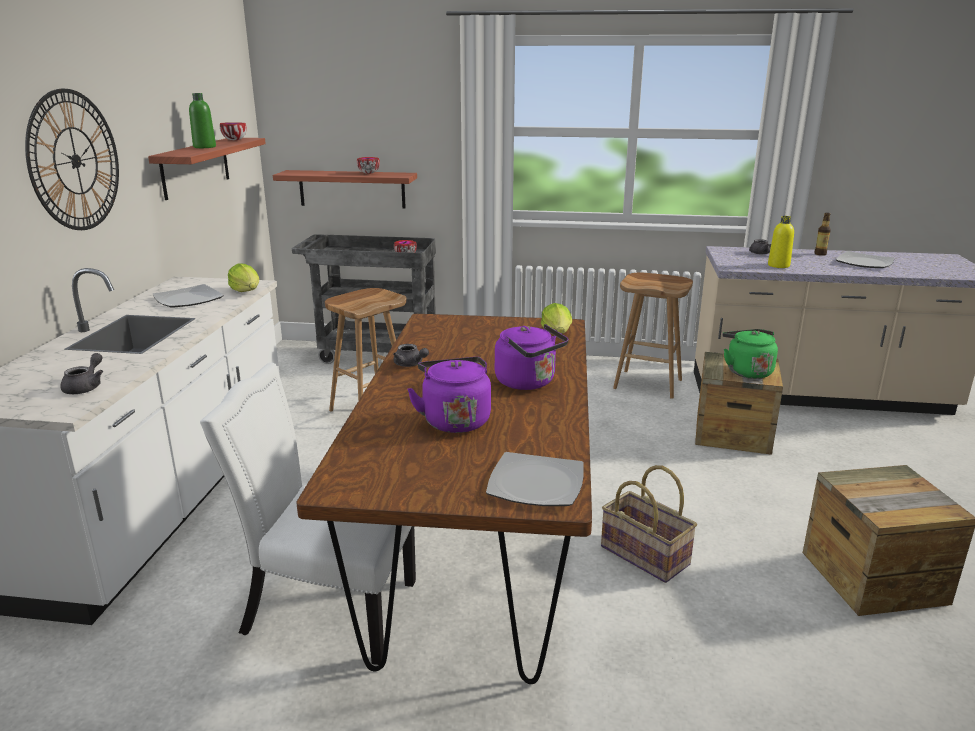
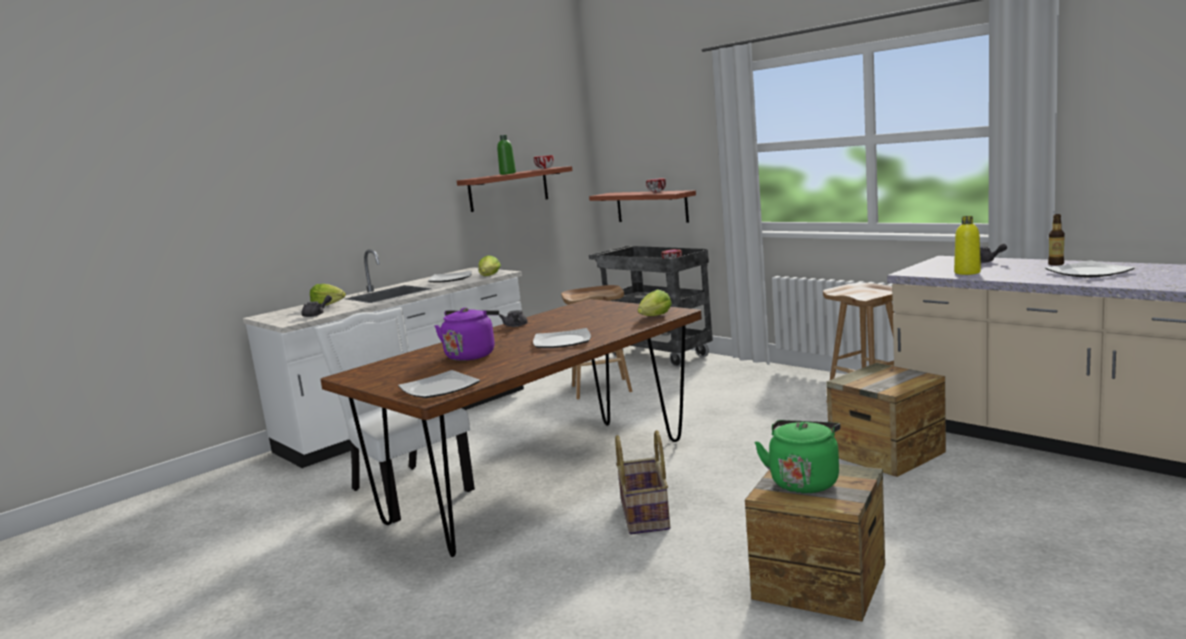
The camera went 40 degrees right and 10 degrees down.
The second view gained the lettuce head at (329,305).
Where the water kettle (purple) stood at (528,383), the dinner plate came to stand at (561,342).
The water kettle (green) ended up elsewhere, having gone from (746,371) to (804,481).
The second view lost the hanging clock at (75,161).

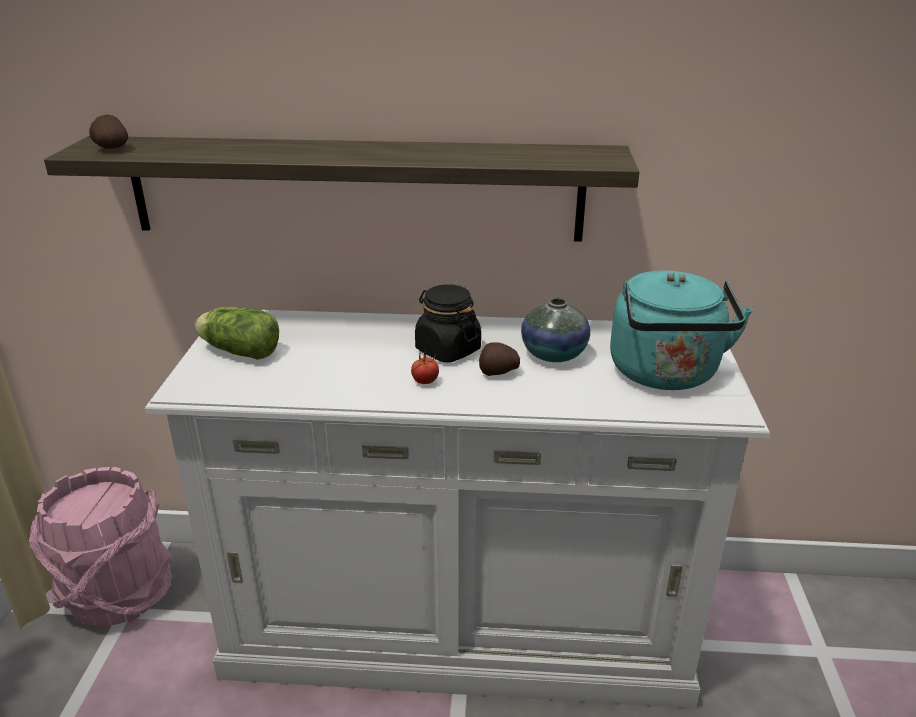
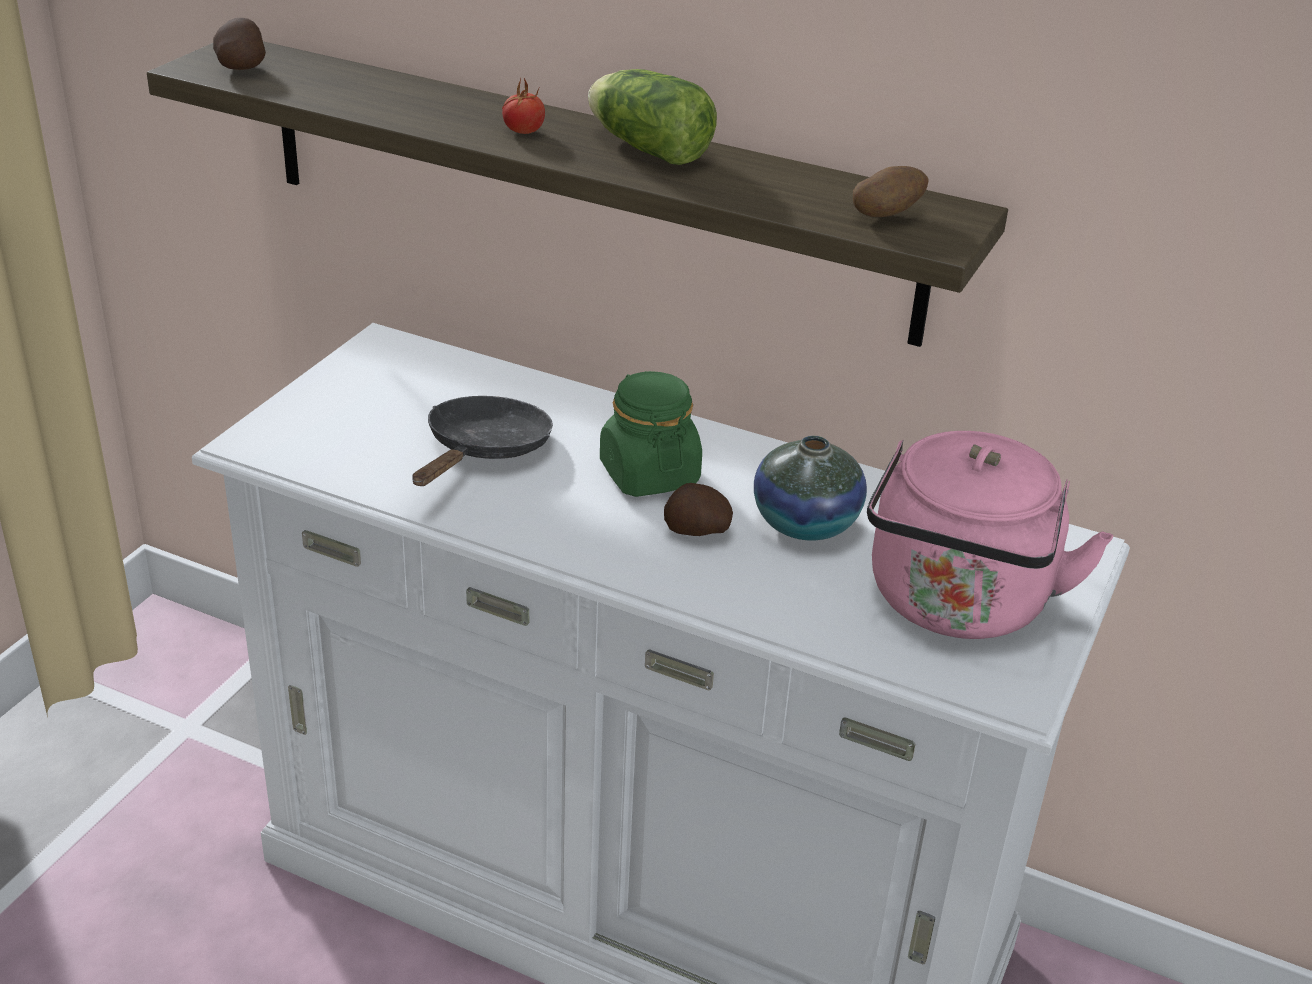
The camera went 20 degrees right and 5 degrees up.
The second view gained the pan (black) at (484,451).
The tomato ended up elsewhere, having gone from (425,382) to (523,131).
The lettuce head ended up elsewhere, having gone from (238,351) to (645,147).
What was the jar (black) at (447,350) turned into the jar (green) at (648,474).
The second view gained the whole potato at (886,215).
What was the water kettle (turquoise-coloured) at (666,375) turned into the water kettle (pink) at (957,606).
The second view lost the water bucket (pink) at (119,593).

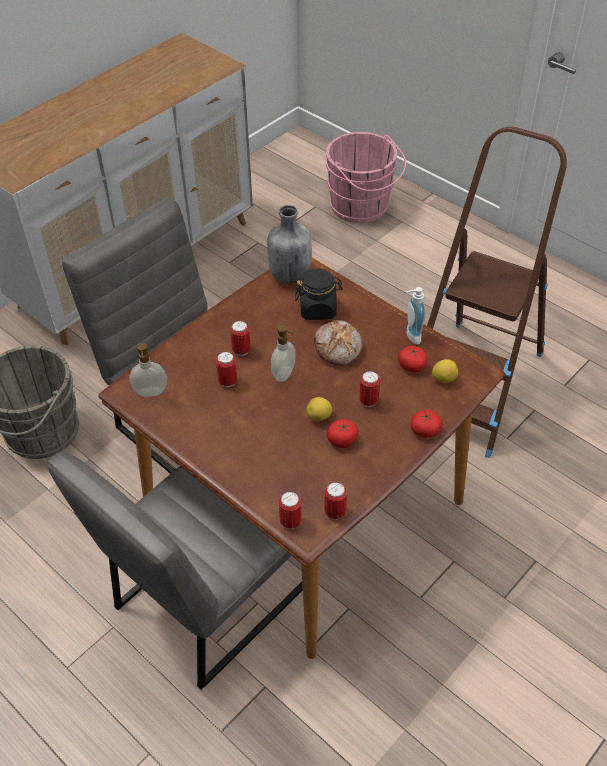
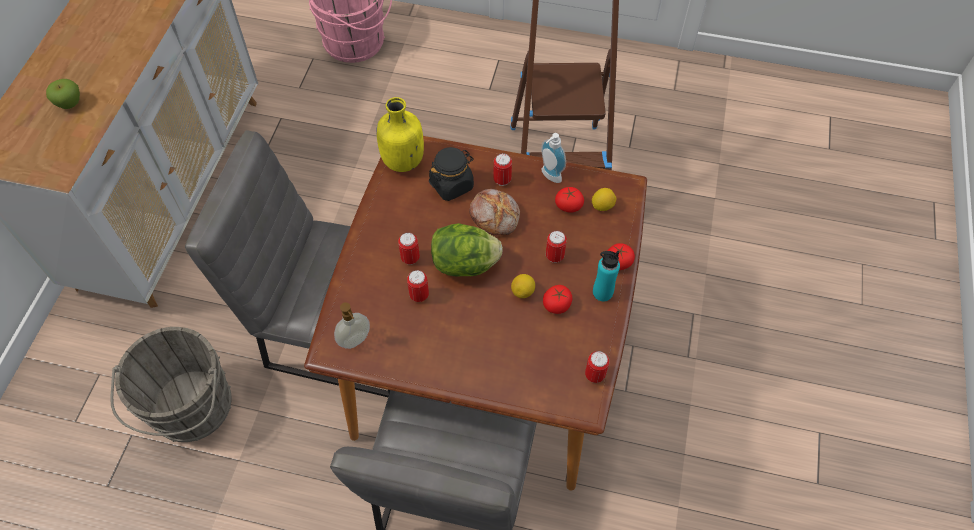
The camera went 30 degrees left and 10 degrees up.
The second view gained the apple at (70,104).
What was the beverage bottle (gray) at (289,275) turned into the beverage bottle (yellowish) at (402,161).
Where the soap dispenser stood at (284,374), the lettuce head came to stand at (465,264).
The can ended up elsewhere, having gone from (290,522) to (502,180).
The second view gained the beverage bottle (turquoise-coloured) at (602,292).

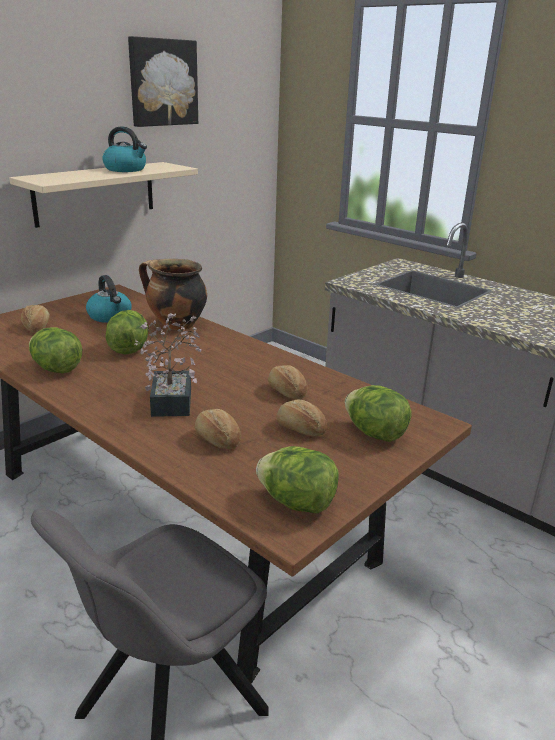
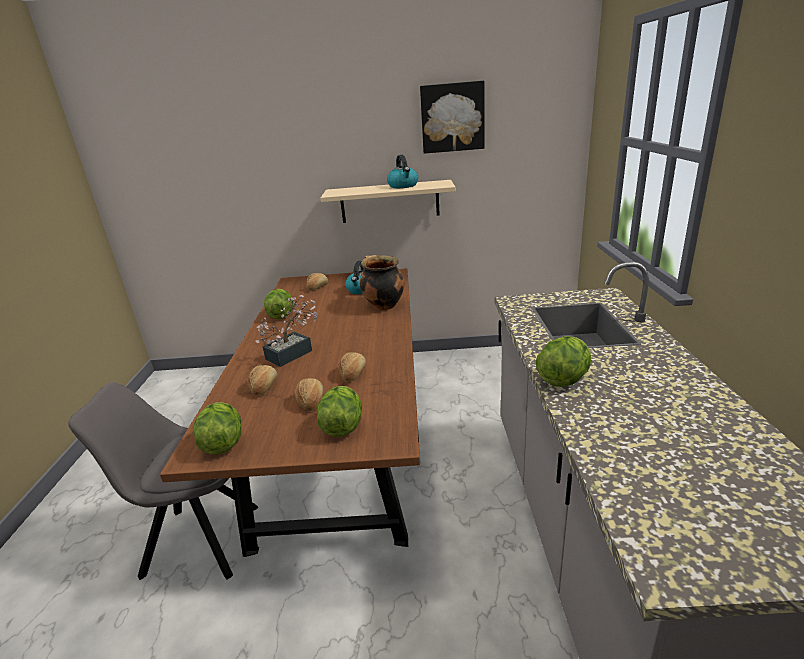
The camera went 50 degrees right and 0 degrees up.
The lettuce head ended up elsewhere, having gone from (129,349) to (563,379).

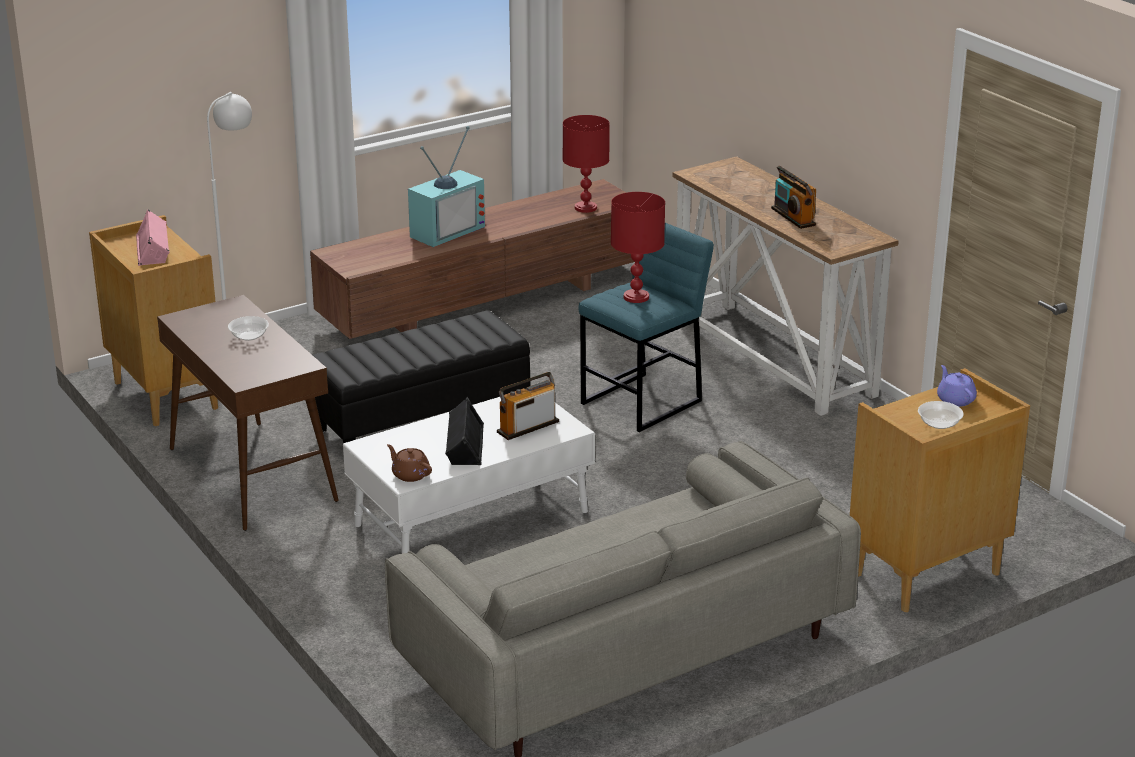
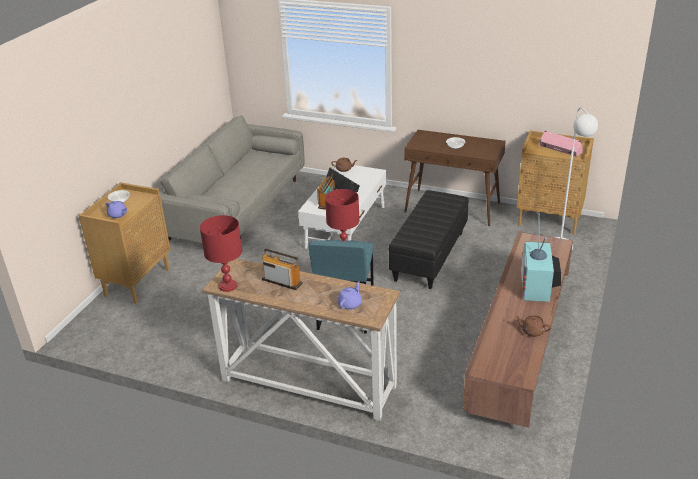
The camera went 145 degrees right and 5 degrees up.
The lamp for a table (red) ended up elsewhere, having gone from (585,208) to (228,286).
The second view gained the tea pot (purple) at (350,304).
The second view gained the tea pot (brownish) at (532,331).

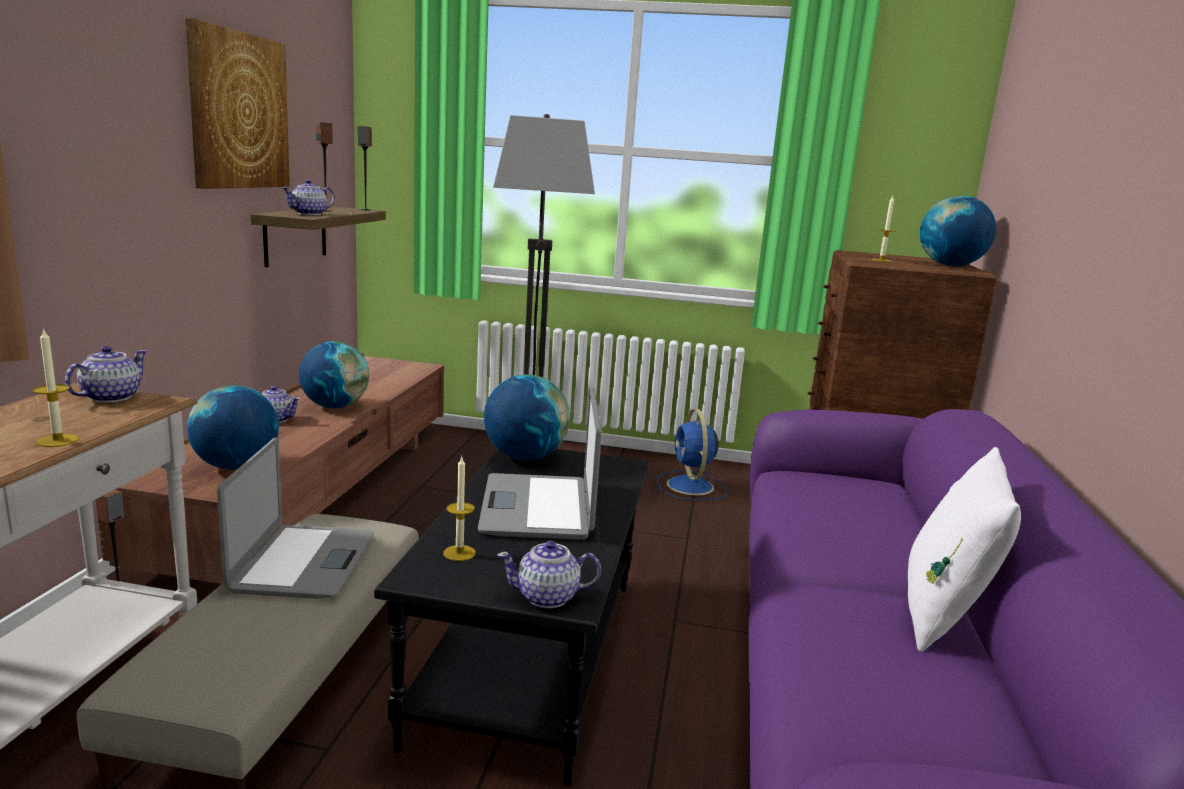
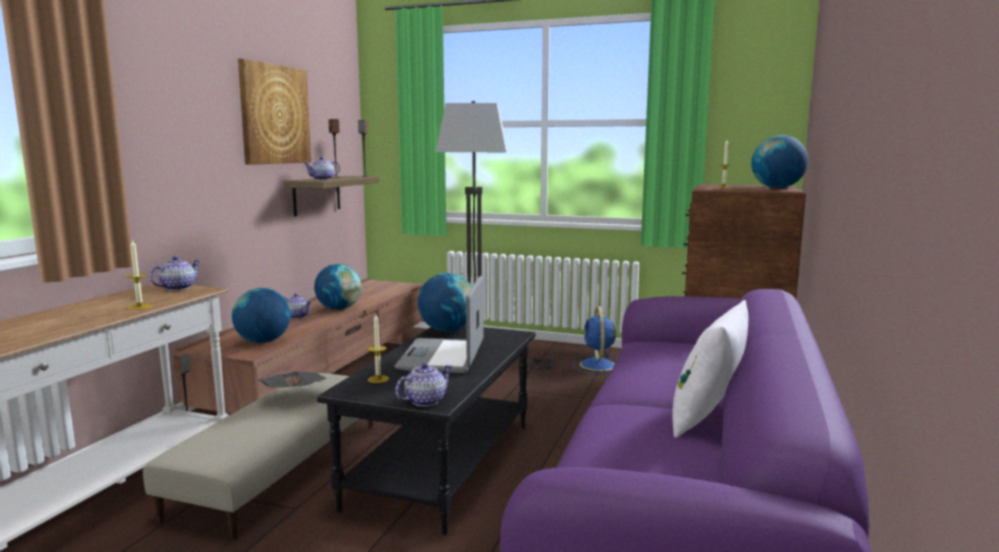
The camera went 10 degrees right and 5 degrees down.
Where the notebook computer stood at (302,562), the daily paper came to stand at (294,397).
The tea pot at (548,597) ended up facing another way, 135 degrees clockwise from before.

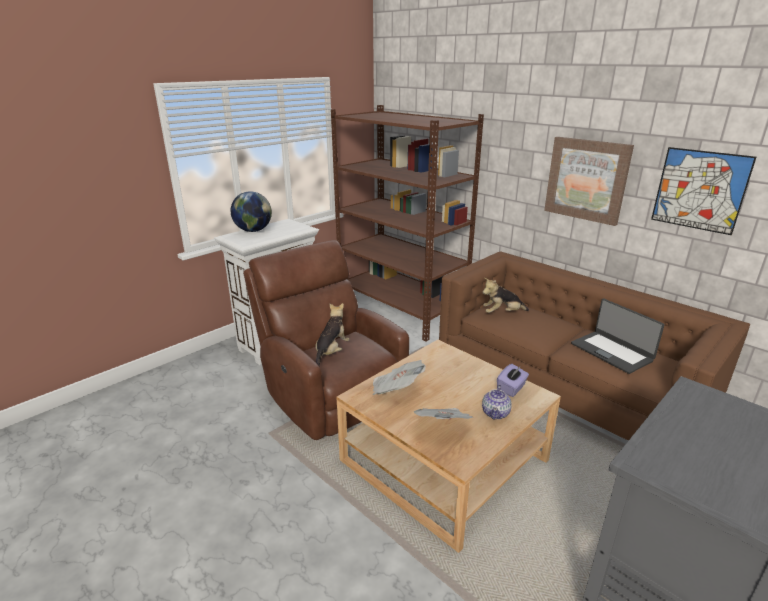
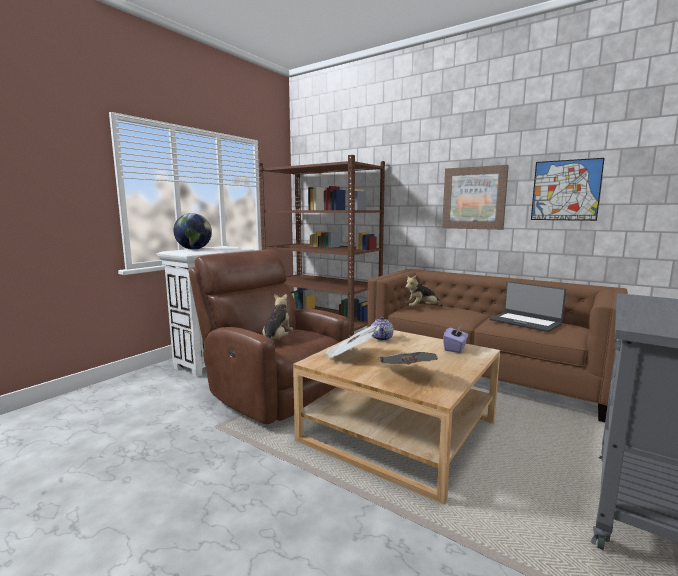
The camera went 10 degrees left and 15 degrees down.
The tea pot ended up elsewhere, having gone from (496,413) to (382,338).

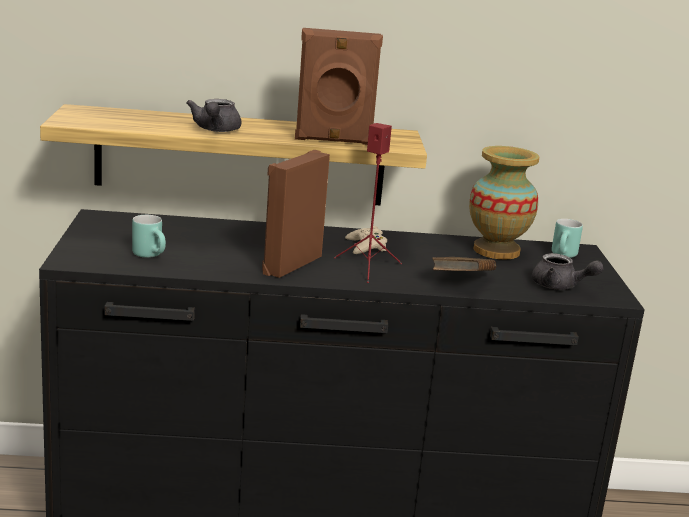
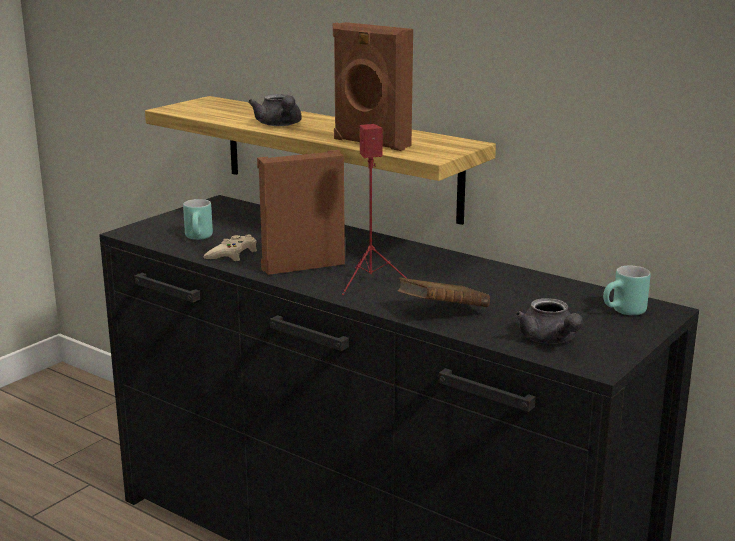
The camera went 40 degrees right and 0 degrees up.
The gamepad (beige) ended up elsewhere, having gone from (366,246) to (232,254).
The tea pot (gray) at (215,130) ended up facing another way, 60 degrees counterclockwise from before.
The second view lost the vase at (496,251).

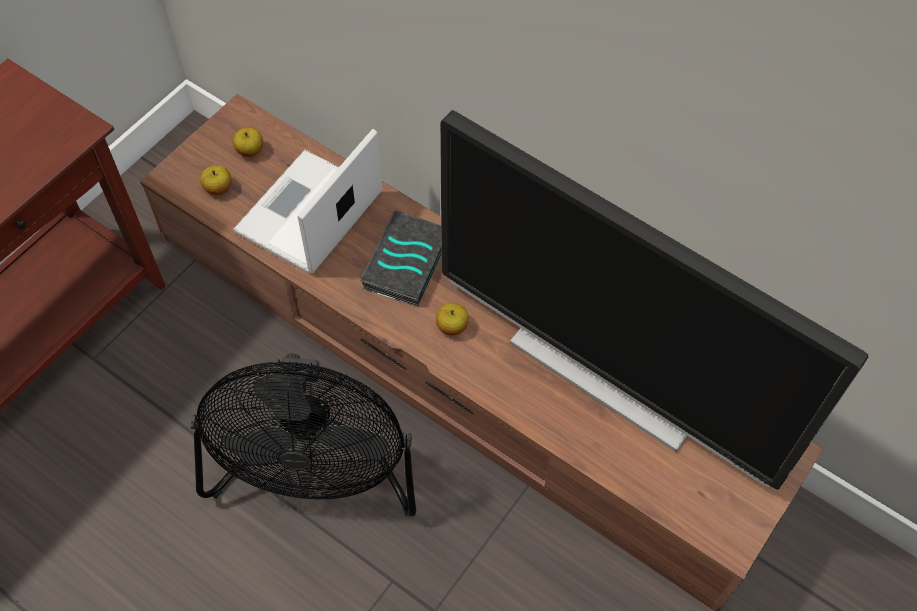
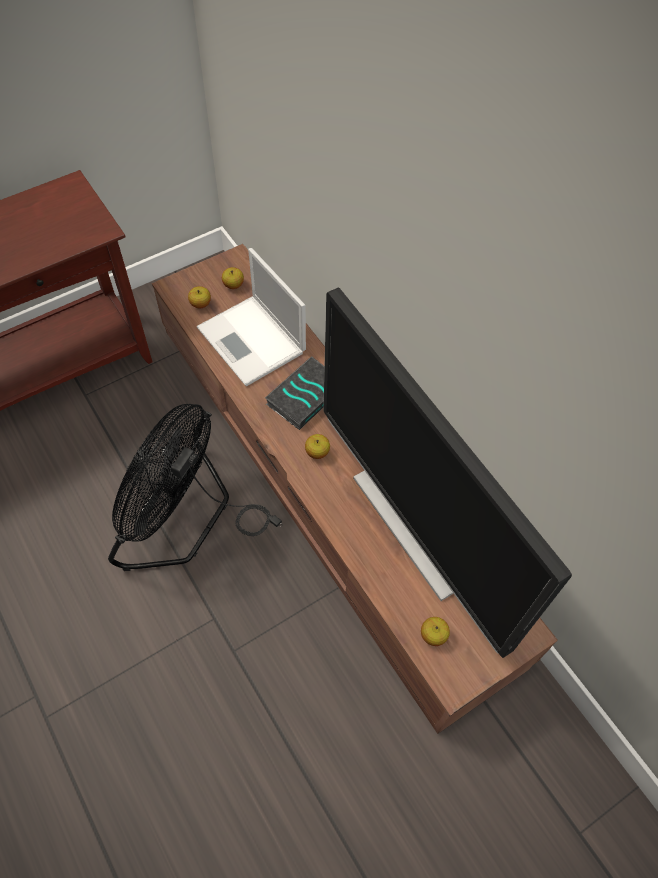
The camera went 20 degrees right and 0 degrees up.
The cooling fan (black) at (310,464) ended up facing another way, 90 degrees clockwise from before.
The notebook computer at (308,215) ended up facing another way, 90 degrees counterclockwise from before.
The second view gained the apple at (433,635).

